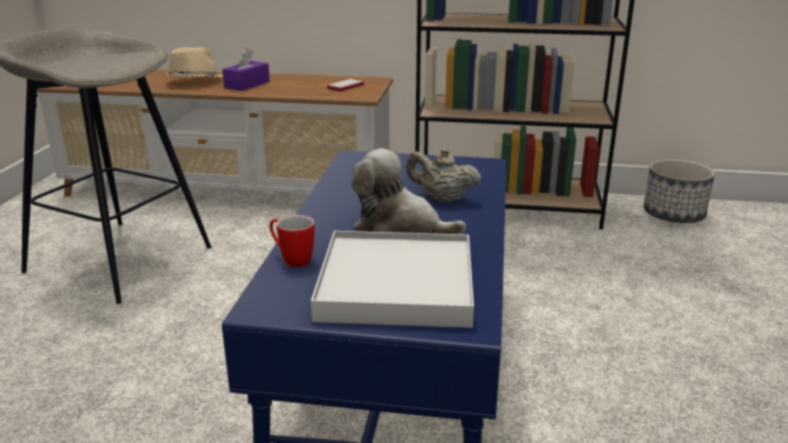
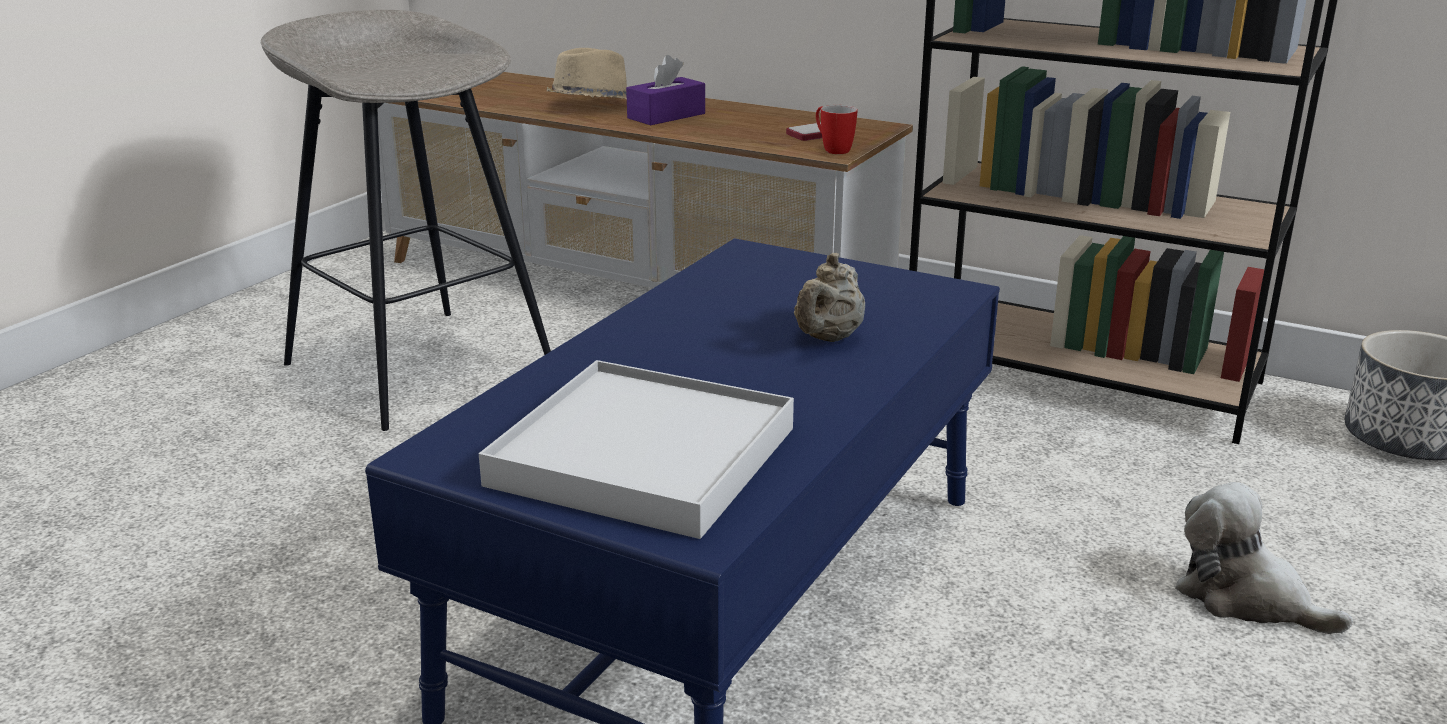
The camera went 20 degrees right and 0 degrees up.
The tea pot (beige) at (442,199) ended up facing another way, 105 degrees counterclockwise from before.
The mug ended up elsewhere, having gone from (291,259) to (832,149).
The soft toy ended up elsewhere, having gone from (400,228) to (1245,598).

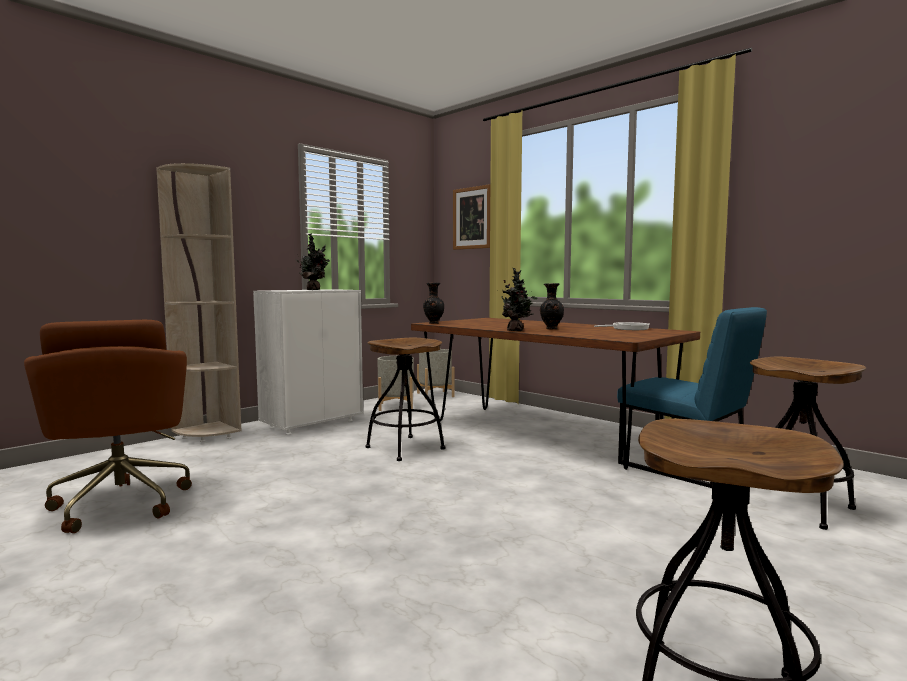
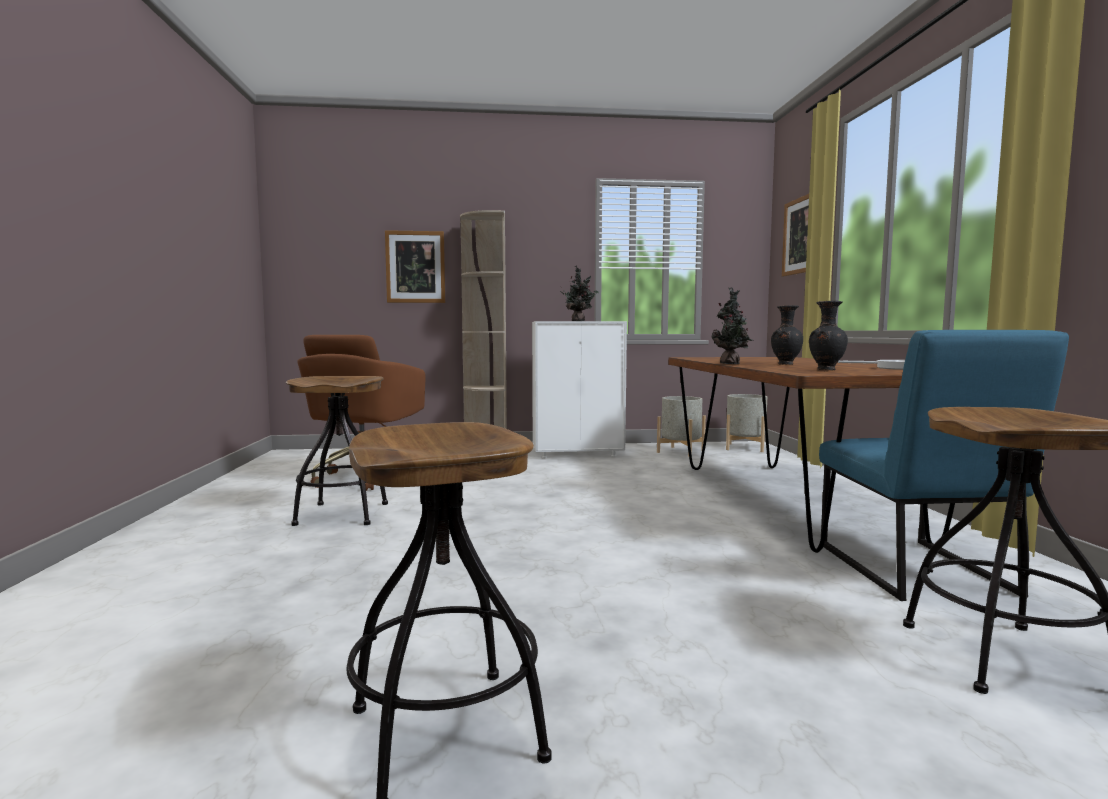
The camera went 40 degrees right and 0 degrees up.
The sitting stool (brownish) ended up elsewhere, having gone from (405,448) to (343,514).
The second view gained the picture at (415,267).
The vase (black) ended up elsewhere, having gone from (433,323) to (826,370).

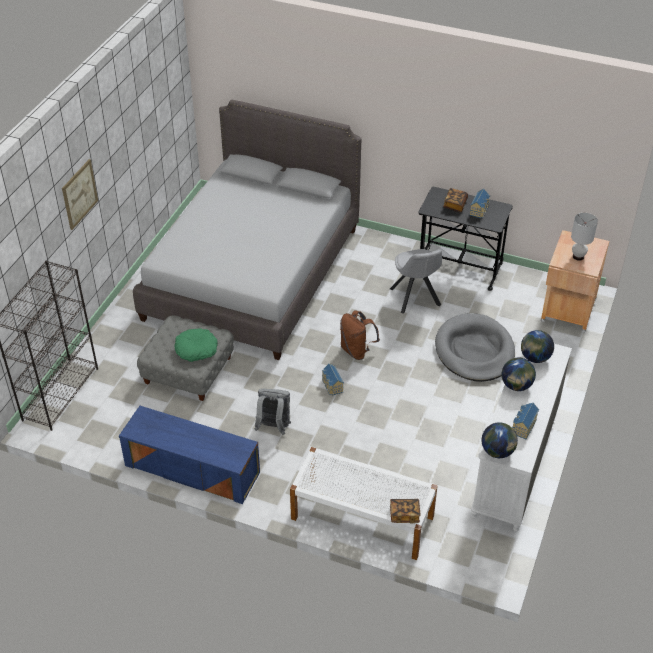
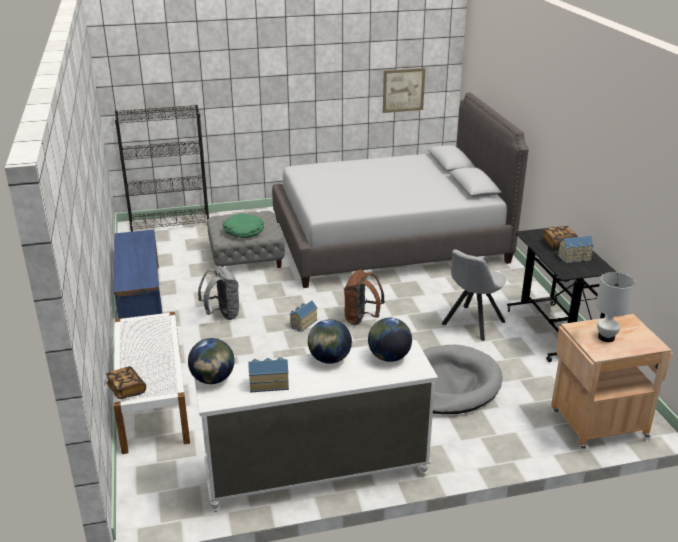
The camera went 55 degrees right and 15 degrees down.
The picture ended up elsewhere, having gone from (79,194) to (403,90).

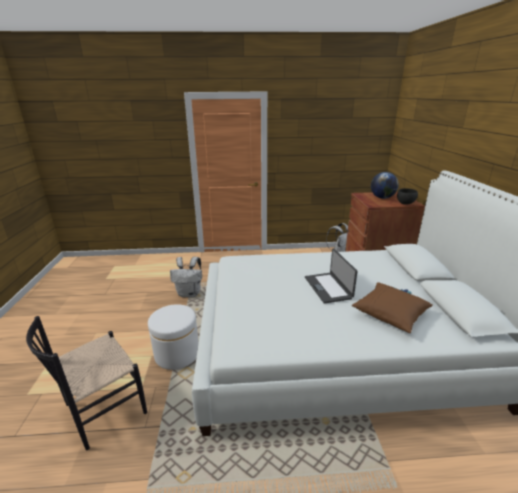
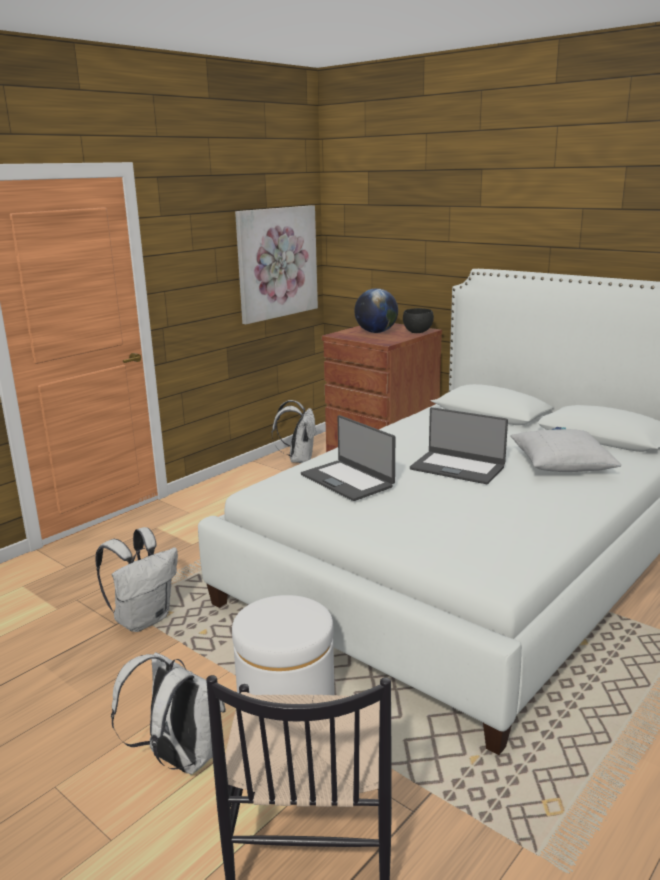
The camera went 45 degrees left and 5 degrees down.
The second view gained the backpack (white) at (178,759).
The second view gained the picture at (277,263).
The second view gained the notebook computer at (348,480).
What was the throw pillow (brownish) at (390,314) turned into the throw pillow (gray) at (562,465).

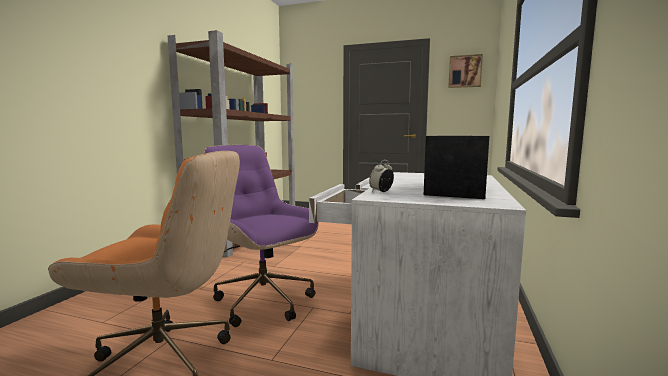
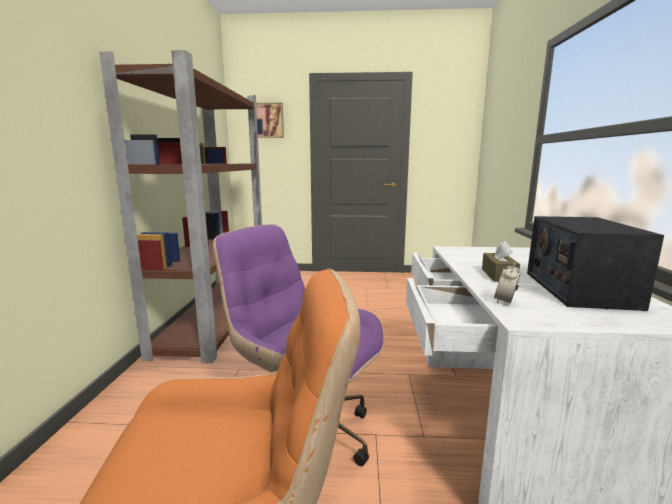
The camera went 15 degrees left and 5 degrees up.
The picture ended up elsewhere, having gone from (465,71) to (267,120).
The second view gained the tissue box (brownish) at (498,275).

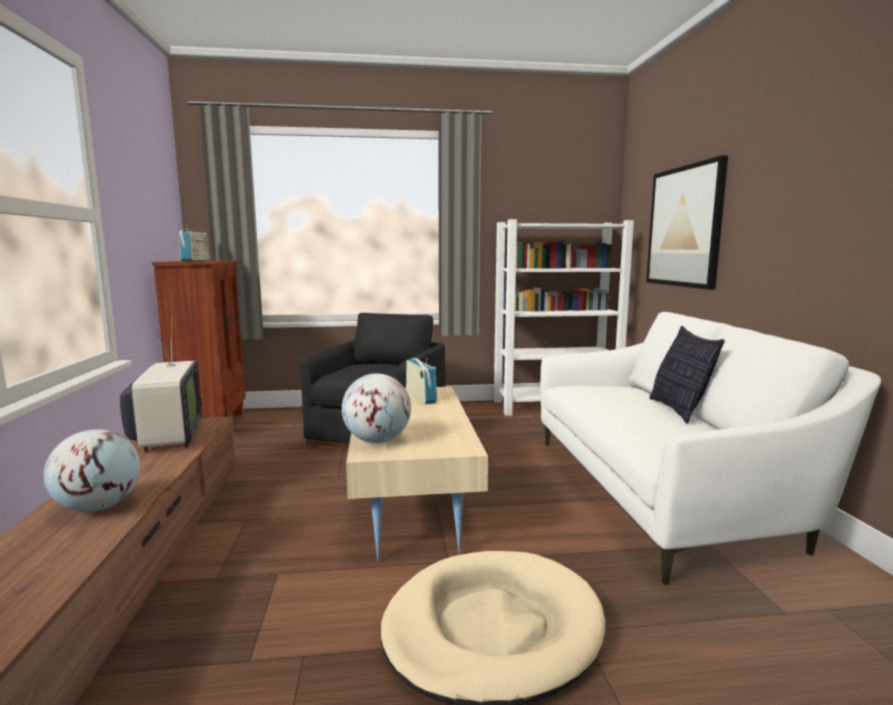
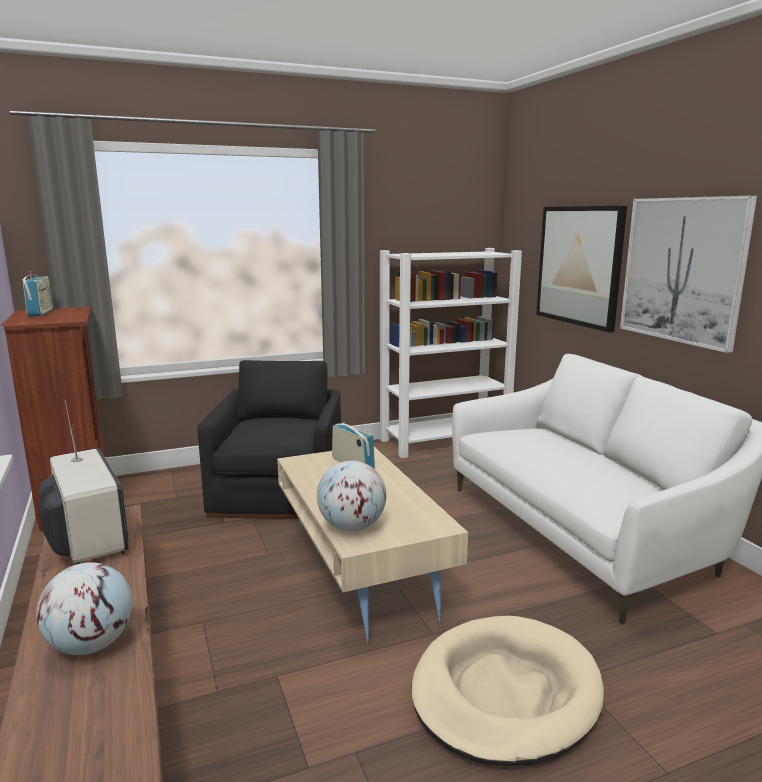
The camera went 15 degrees left and 5 degrees up.
The second view gained the picture at (682,270).
The second view lost the throw pillow at (679,410).

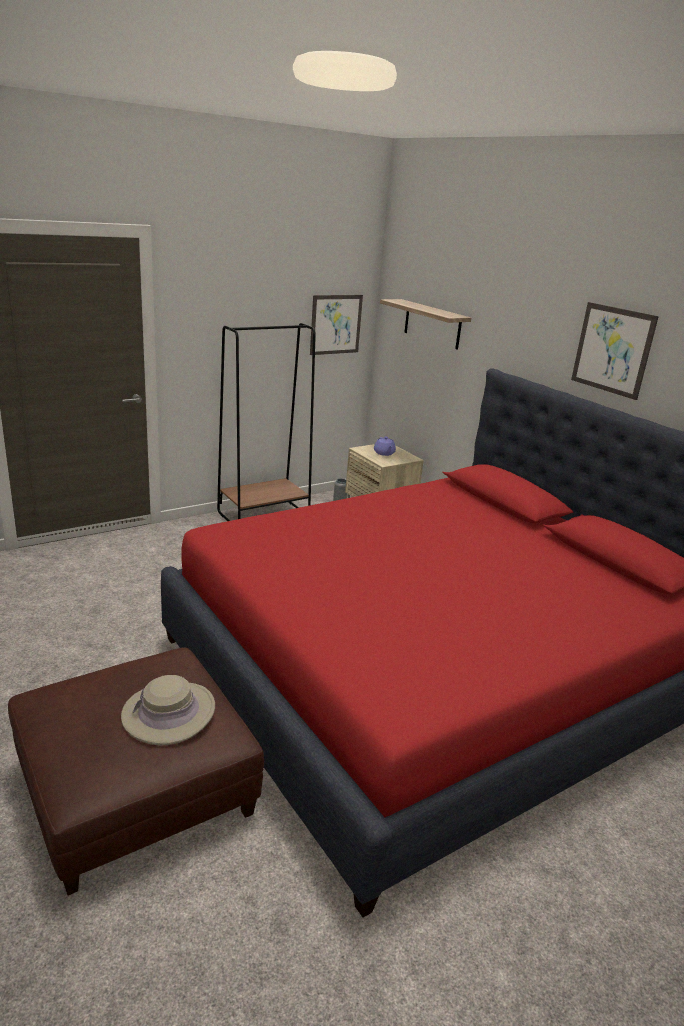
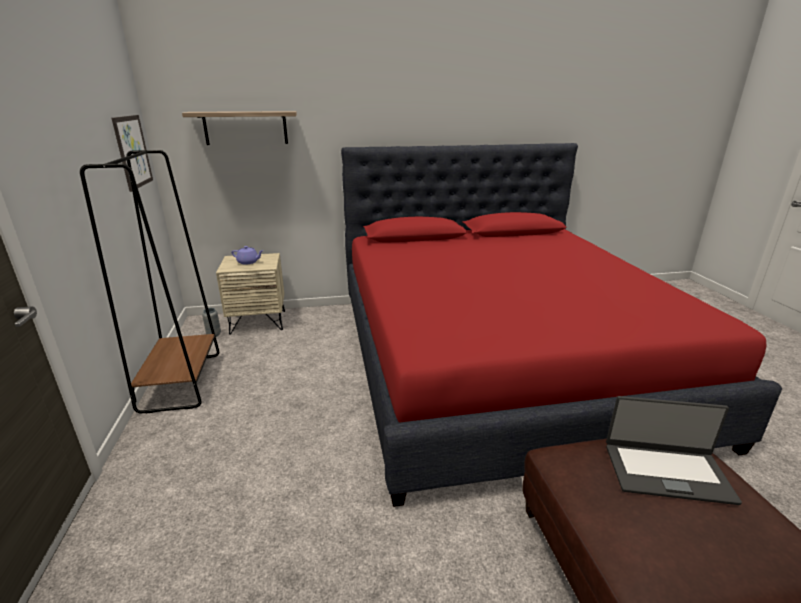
The camera went 65 degrees left and 0 degrees up.
Where the wearable hat (beige) stood at (169,713), the notebook computer came to stand at (666,471).
The second view lost the picture at (612,350).

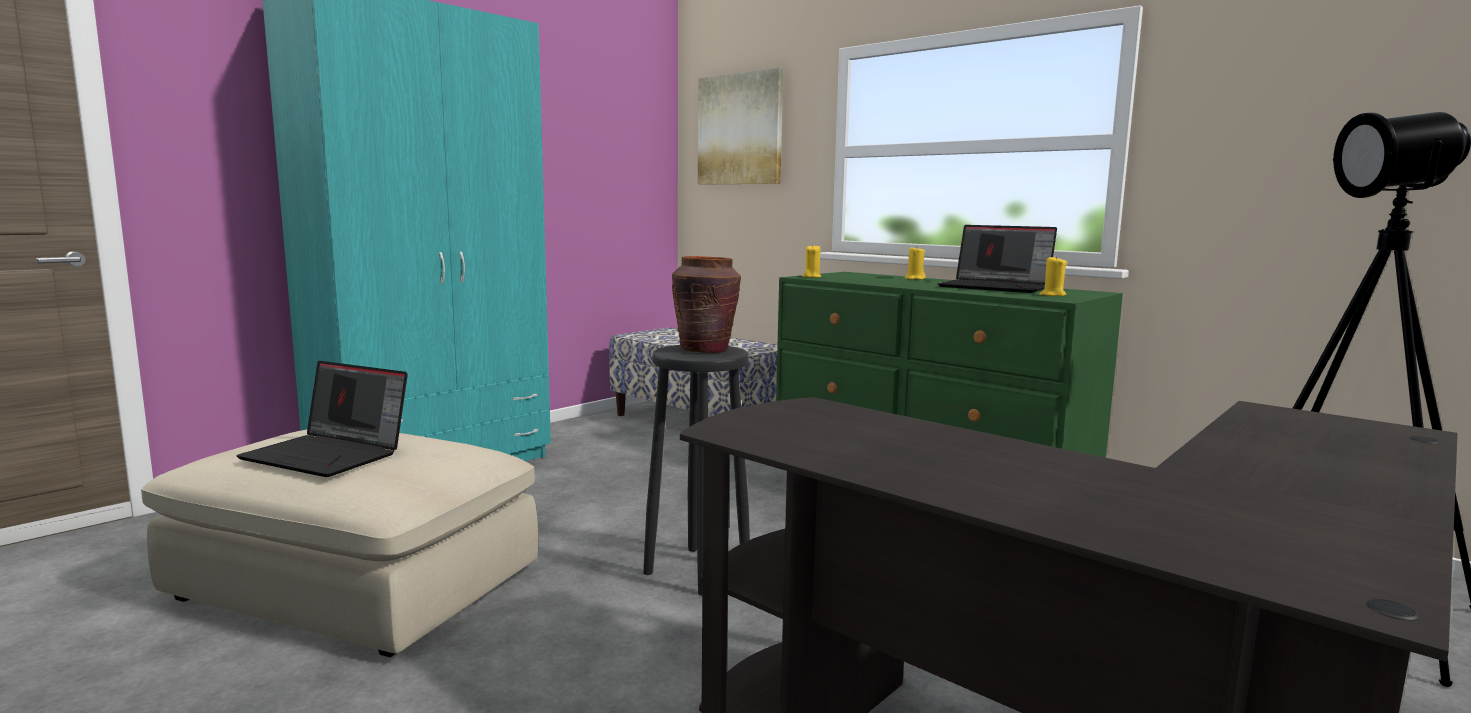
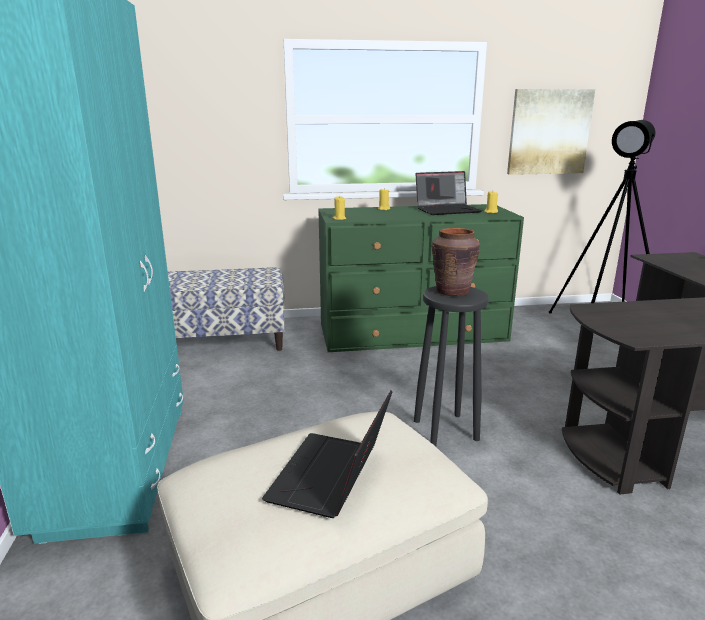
The camera went 50 degrees left and 10 degrees up.
The notebook computer at (329,454) ended up facing another way, 135 degrees clockwise from before.
The picture ended up elsewhere, having gone from (740,129) to (549,132).

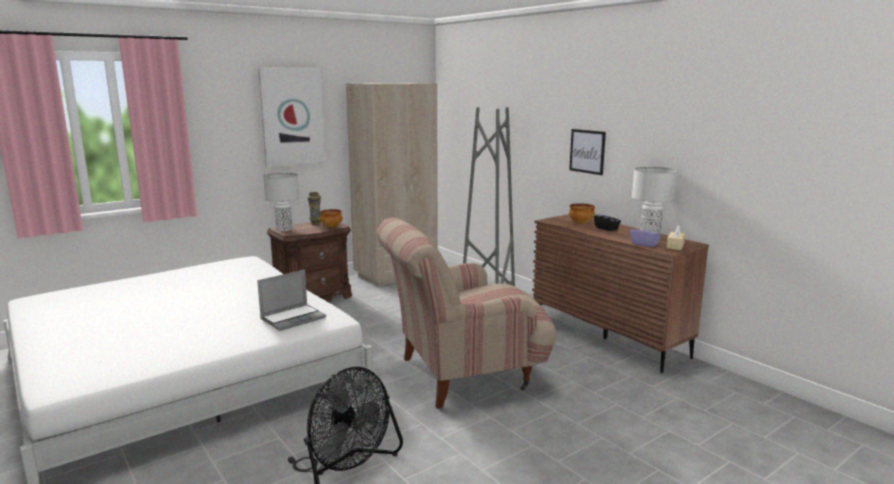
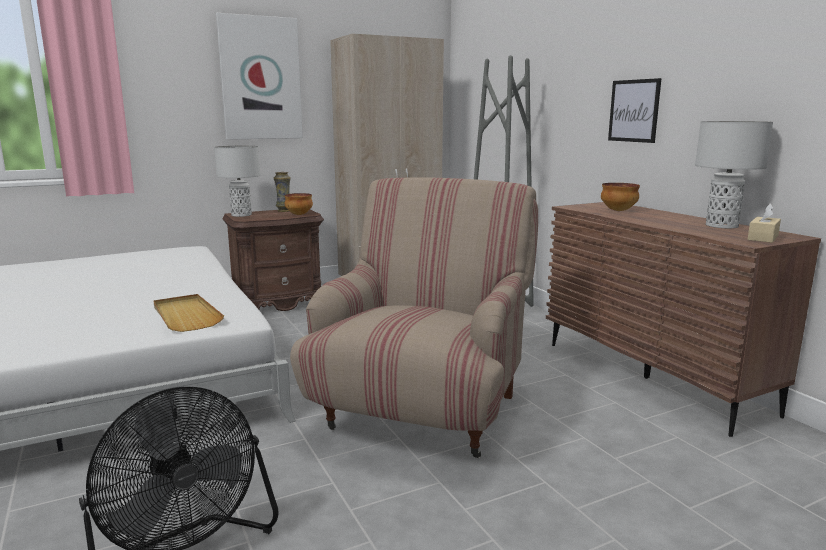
The camera went 10 degrees right and 0 degrees up.
Where the notebook computer stood at (293,318), the serving tray (beige) came to stand at (186,316).
The armchair (beige) at (463,374) ended up facing another way, 120 degrees clockwise from before.
The second view lost the tissue box (black) at (606,228).
The second view lost the tissue box (purple) at (644,244).

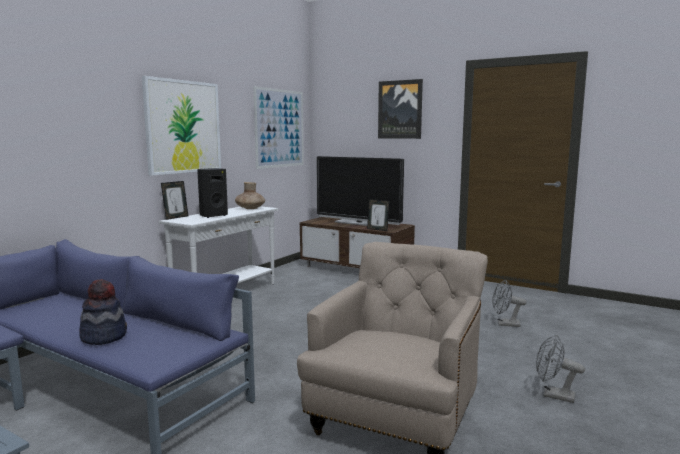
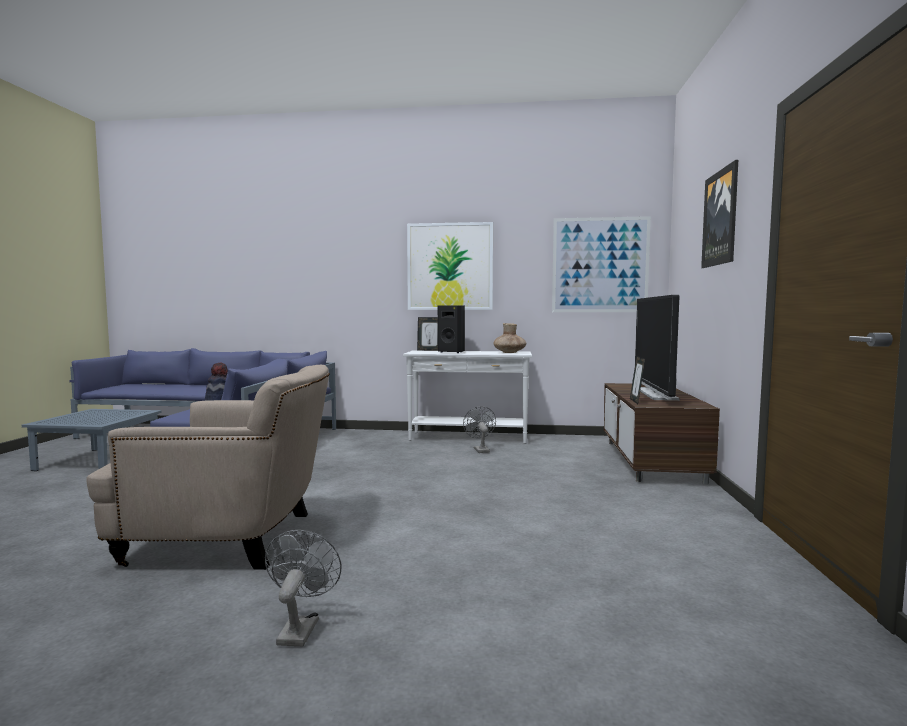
The camera went 65 degrees right and 5 degrees down.
The cooling fan (gray) ended up elsewhere, having gone from (504,324) to (480,449).

